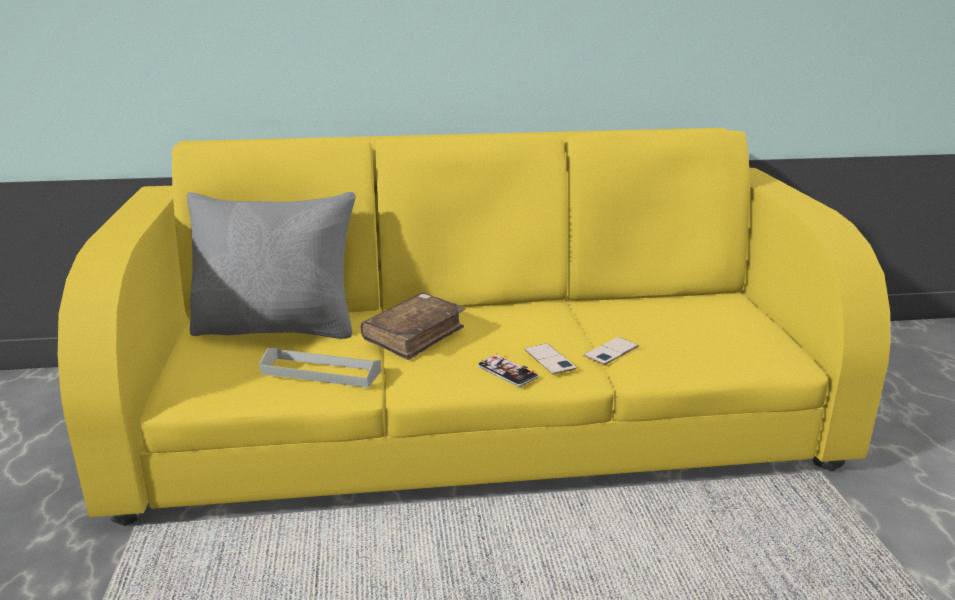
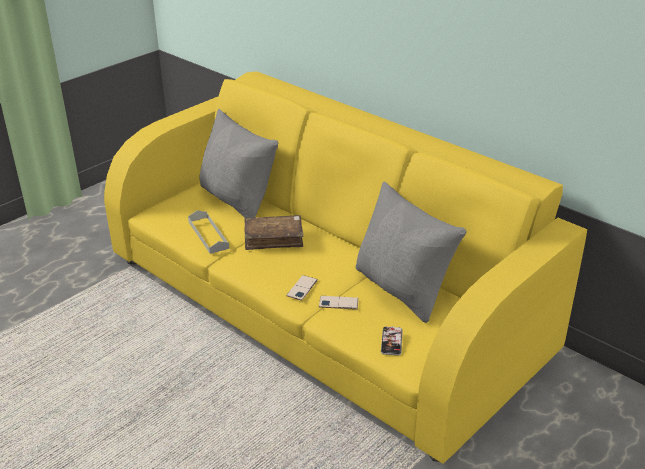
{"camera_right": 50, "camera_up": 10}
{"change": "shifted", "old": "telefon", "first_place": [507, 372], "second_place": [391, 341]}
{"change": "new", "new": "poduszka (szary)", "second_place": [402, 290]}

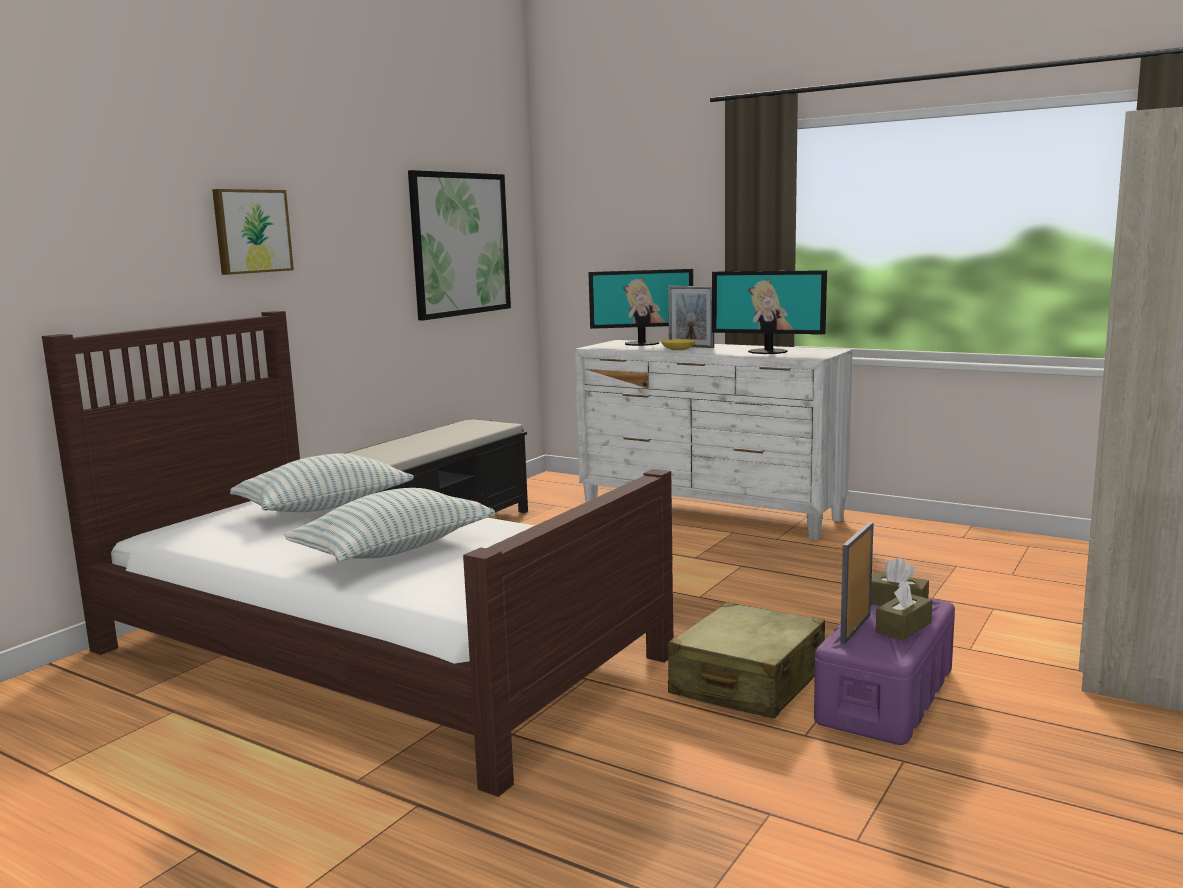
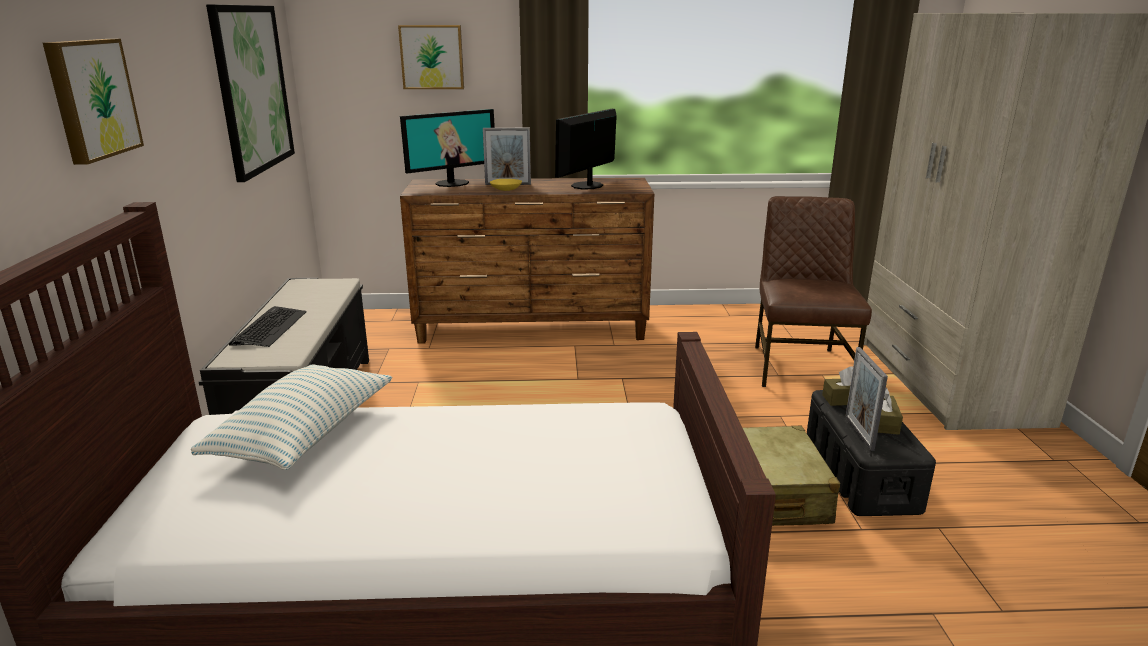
{"camera_right": -35, "camera_up": 10}
{"change": "rotated", "old": "monitor", "first_place": [768, 351], "second_place": [587, 186], "degrees": 135}
{"change": "repainted", "old": "komoda (biały)", "new": "komoda (brązowy)", "first_place": [710, 513], "second_place": [532, 329]}
{"change": "gone", "old": "poduszka", "first_place": [394, 550]}
{"change": "repainted", "old": "pojemnik do przechowywania (fioletowy)", "new": "pojemnik do przechowywania (czarny)", "first_place": [885, 696], "second_place": [860, 474]}
{"change": "new", "new": "obraz", "second_place": [432, 57]}
{"change": "new", "new": "krzesło (brązowy)", "second_place": [800, 366]}
{"change": "new", "new": "klawiatura", "second_place": [269, 328]}

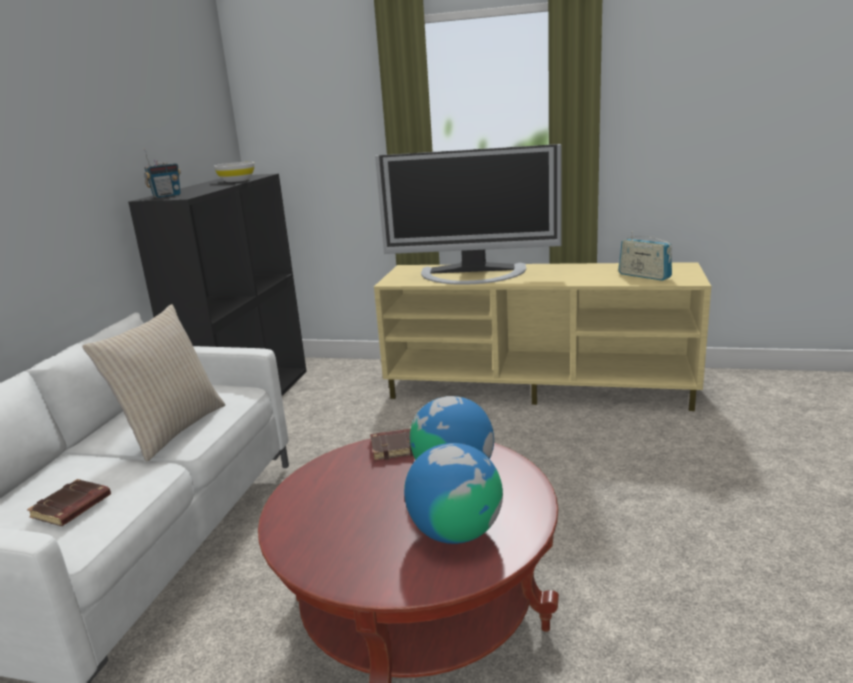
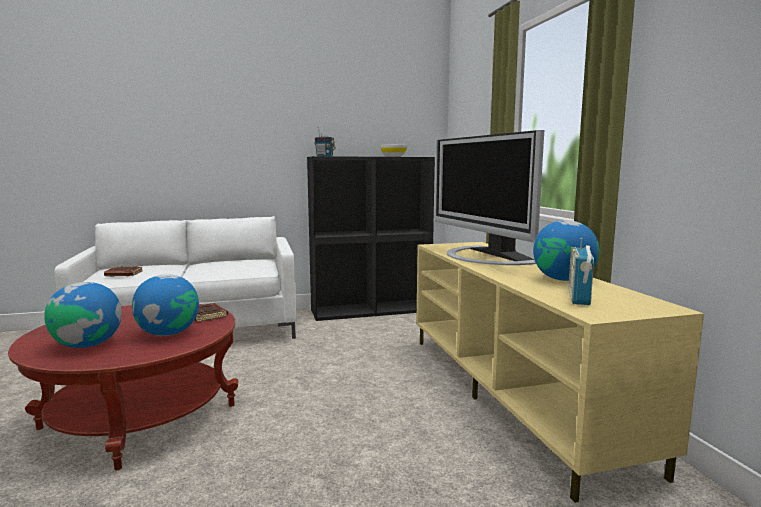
{"camera_right": 60, "camera_up": -10}
{"change": "gone", "old": "poduszka (beżowy)", "first_place": [171, 430]}
{"change": "new", "new": "globus", "second_place": [563, 279]}

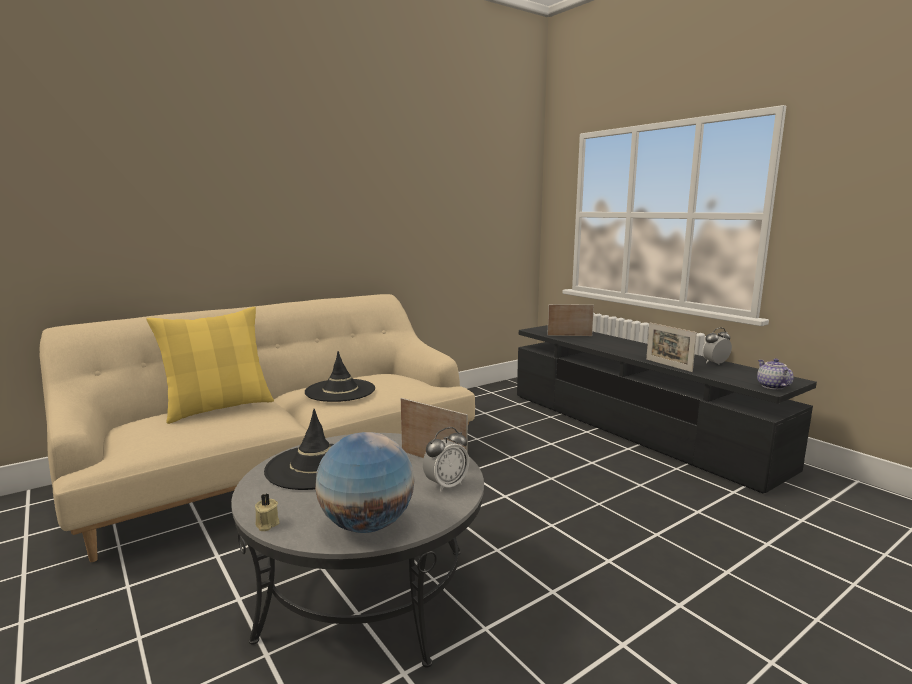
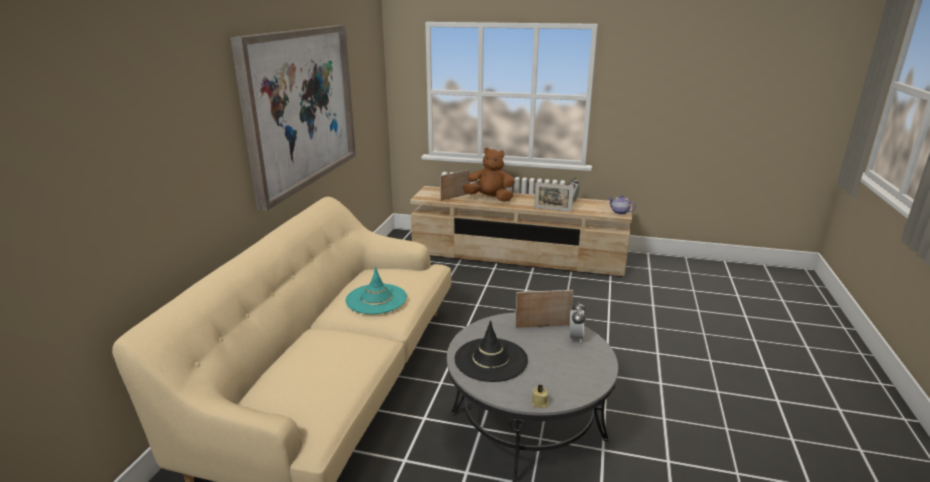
{"camera_right": -40, "camera_up": 10}
{"change": "gone", "old": "poduszka (żółty)", "first_place": [218, 408]}
{"change": "repainted", "old": "szafka pod telewizor (czarny)", "new": "szafka pod telewizor (beżowy)", "first_place": [635, 429], "second_place": [517, 256]}
{"change": "repainted", "old": "kapelusz (czarny)", "new": "kapelusz (turkusowy)", "first_place": [340, 391], "second_place": [376, 299]}
{"change": "gone", "old": "globus", "first_place": [366, 525]}
{"change": "new", "new": "obraz", "second_place": [301, 108]}
{"change": "new", "new": "pluszak (brązowy)", "second_place": [490, 198]}

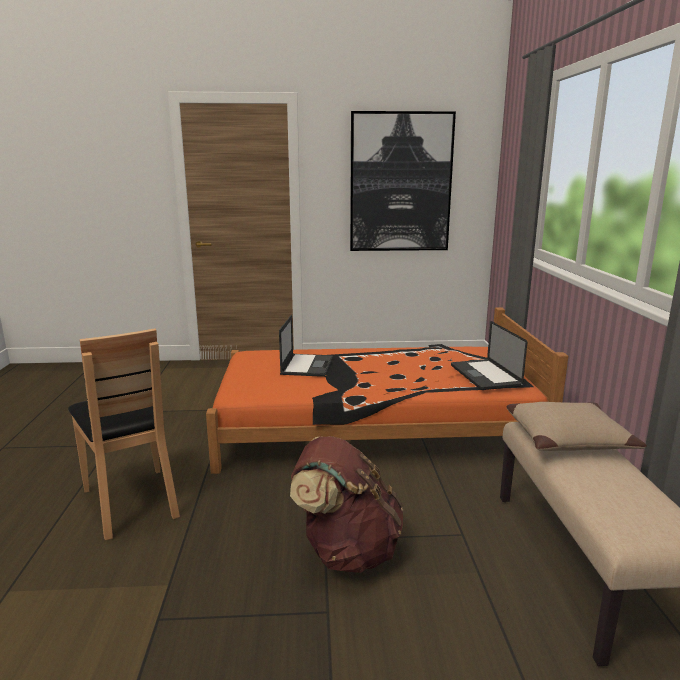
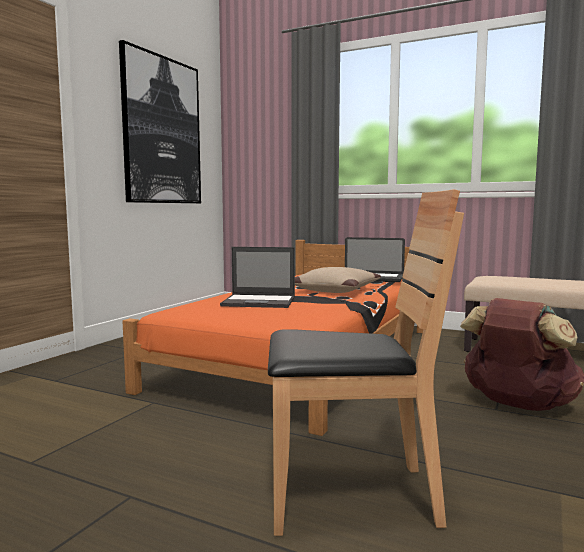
{"camera_right": -60, "camera_up": -10}
{"change": "rotated", "old": "laptop", "first_place": [307, 365], "second_place": [260, 302], "degrees": 150}
{"change": "shifted", "old": "poduszka (beżowy)", "first_place": [567, 438], "second_place": [335, 290]}

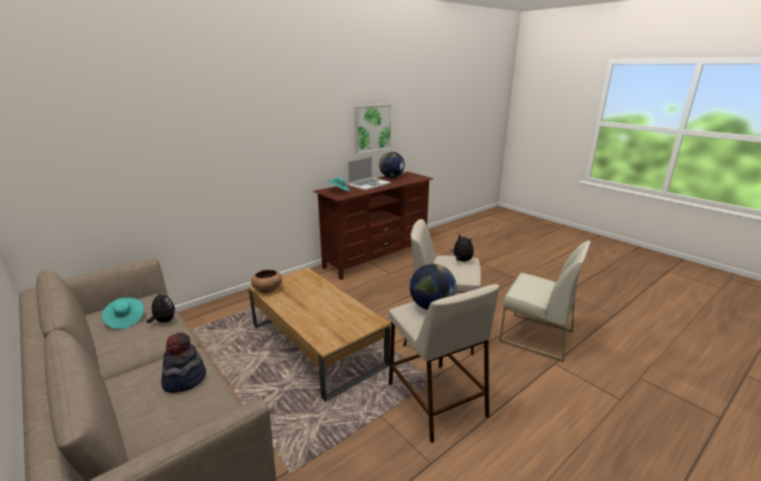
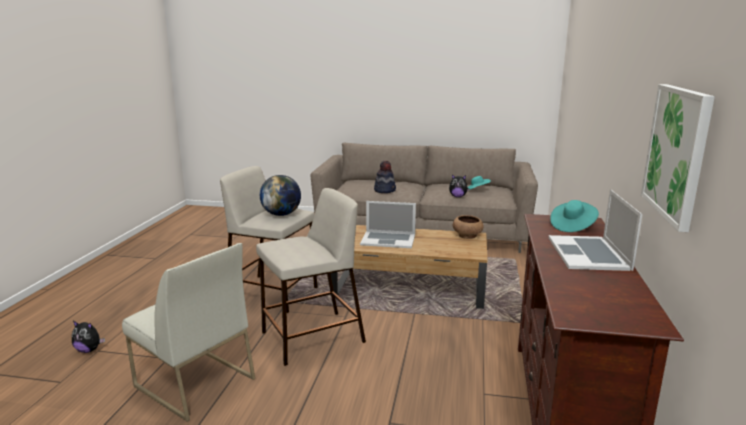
{"camera_right": 140, "camera_up": -5}
{"change": "gone", "old": "globus", "first_place": [391, 177]}
{"change": "shifted", "old": "pluszak", "first_place": [461, 261], "second_place": [89, 350]}
{"change": "rotated", "old": "krzesło (biały)", "first_place": [535, 336], "second_place": [193, 382], "degrees": -135}
{"change": "new", "new": "laptop", "second_place": [388, 240]}

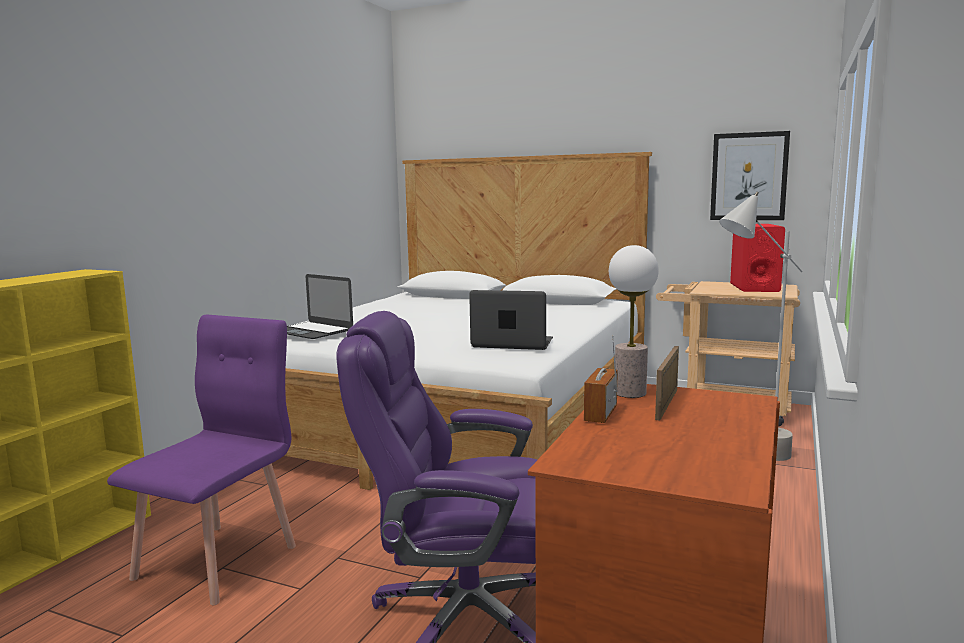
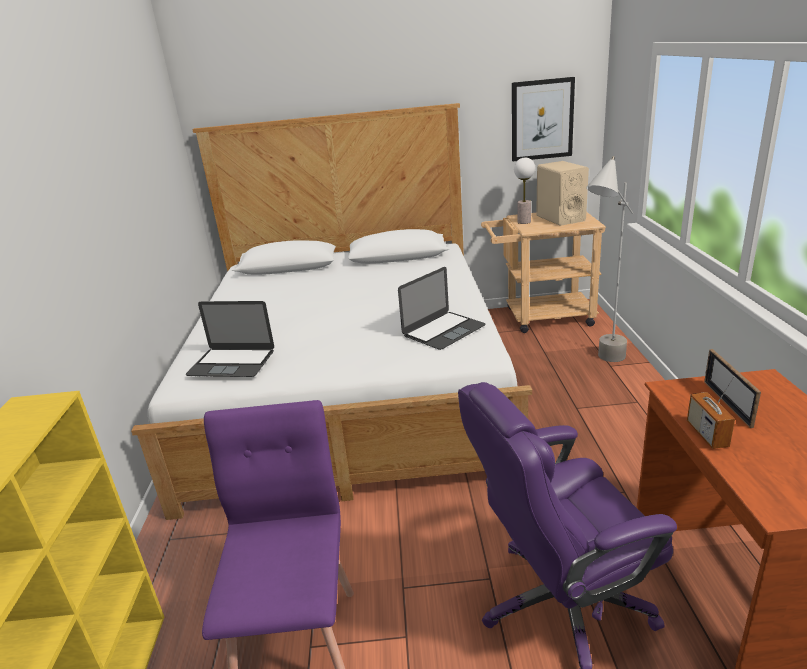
{"camera_right": -25, "camera_up": 15}
{"change": "repainted", "old": "głośnik (czerwony)", "new": "głośnik (beżowy)", "first_place": [754, 288], "second_place": [560, 218]}
{"change": "shifted", "old": "lampa stołowa", "first_place": [630, 393], "second_place": [524, 222]}
{"change": "rotated", "old": "laptop", "first_place": [512, 343], "second_place": [443, 330], "degrees": 150}

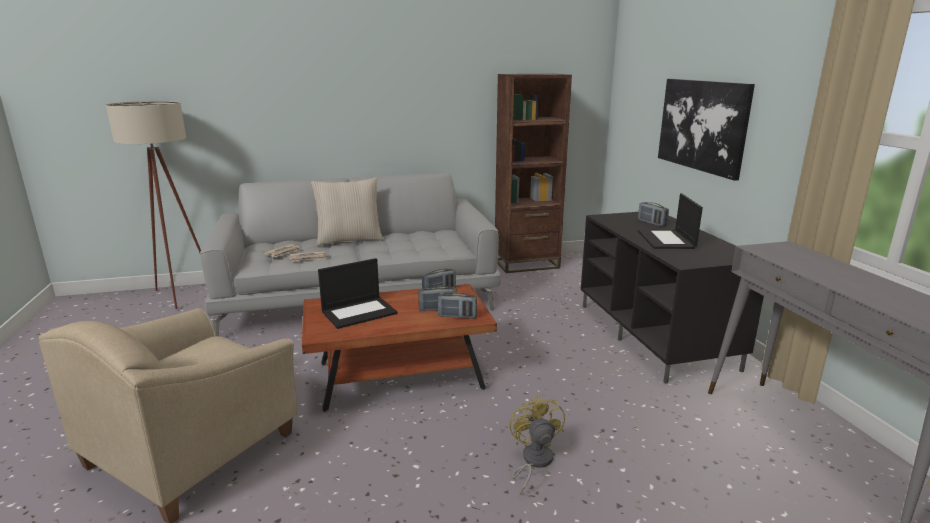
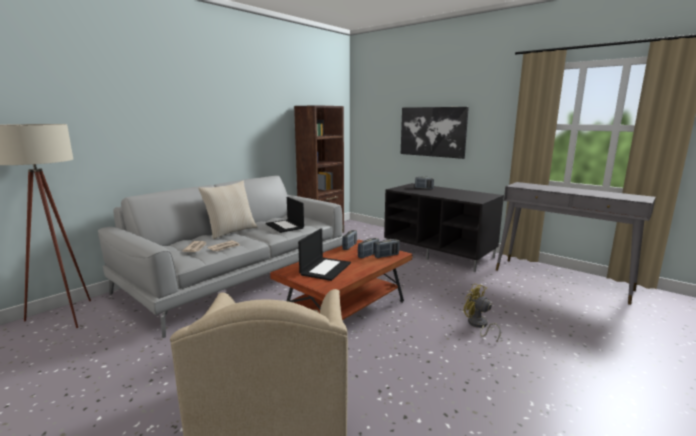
{"camera_right": -35, "camera_up": -5}
{"change": "shifted", "old": "laptop", "first_place": [666, 240], "second_place": [285, 226]}

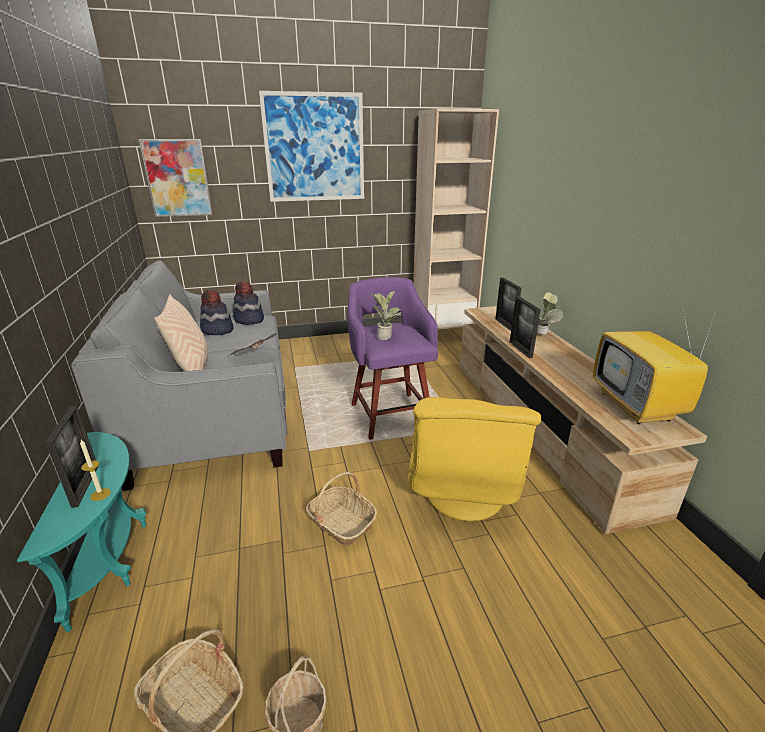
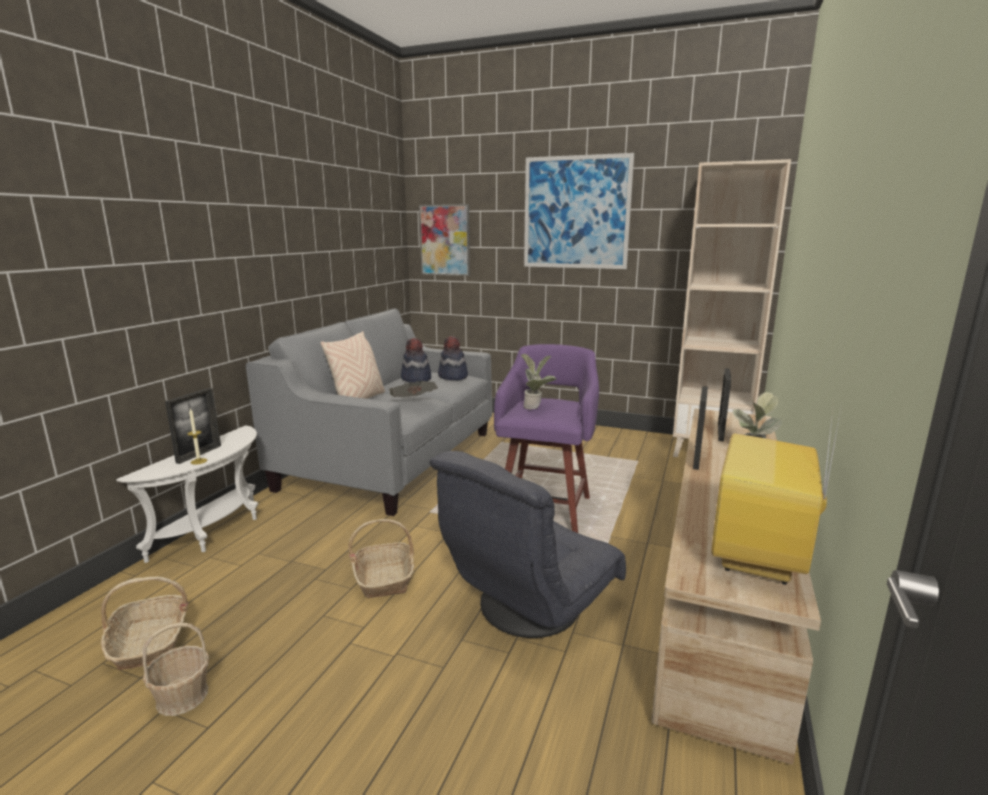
{"camera_right": 35, "camera_up": -10}
{"change": "repainted", "old": "fotel (żółty)", "new": "fotel (szary)", "first_place": [461, 493], "second_place": [527, 605]}
{"change": "repainted", "old": "stolik (turkusowy)", "new": "stolik (biały)", "first_place": [114, 557], "second_place": [216, 531]}

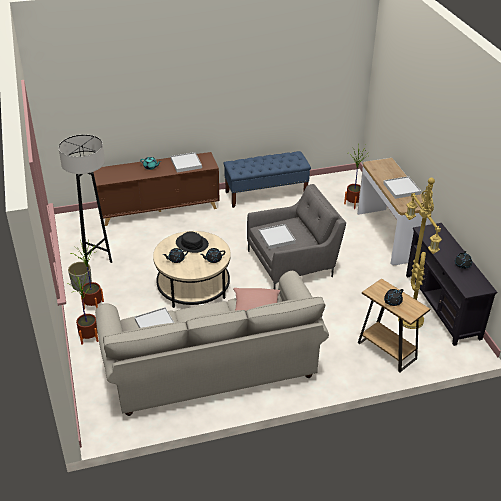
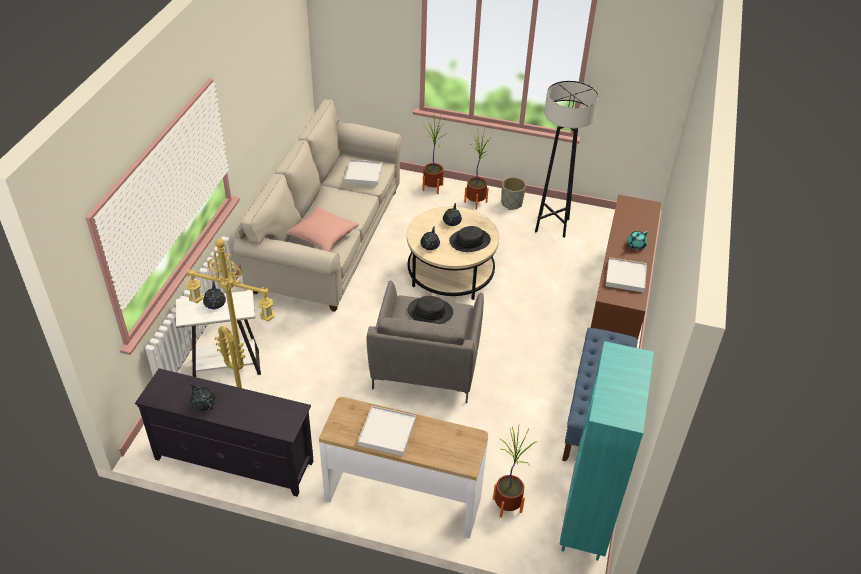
{"camera_right": 120, "camera_up": 5}
{"change": "swapped", "old": "taca (biały)", "new": "kapelusz (czarny)", "first_place": [277, 238], "second_place": [430, 312]}
{"change": "repainted", "old": "stolik (brązowy)", "new": "stolik (biały)", "first_place": [387, 351], "second_place": [226, 367]}
{"change": "new", "new": "regał (turkusowy)", "second_place": [586, 524]}

